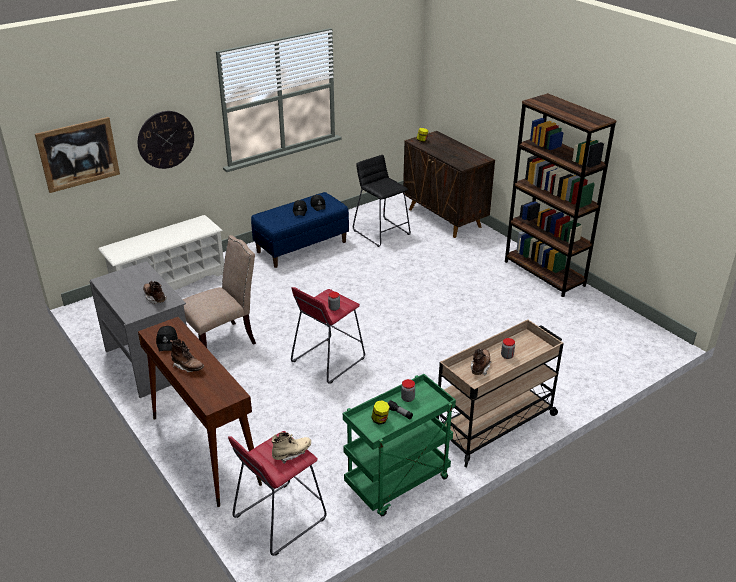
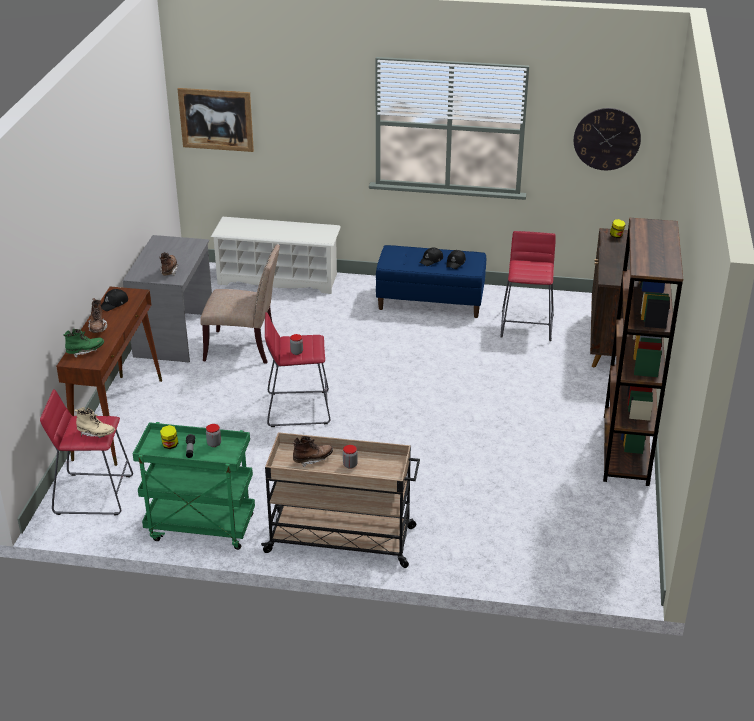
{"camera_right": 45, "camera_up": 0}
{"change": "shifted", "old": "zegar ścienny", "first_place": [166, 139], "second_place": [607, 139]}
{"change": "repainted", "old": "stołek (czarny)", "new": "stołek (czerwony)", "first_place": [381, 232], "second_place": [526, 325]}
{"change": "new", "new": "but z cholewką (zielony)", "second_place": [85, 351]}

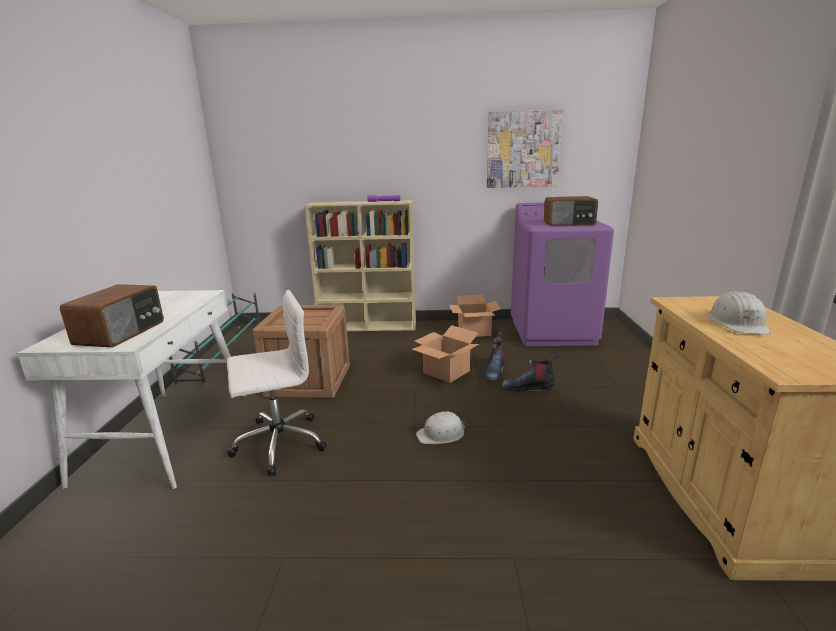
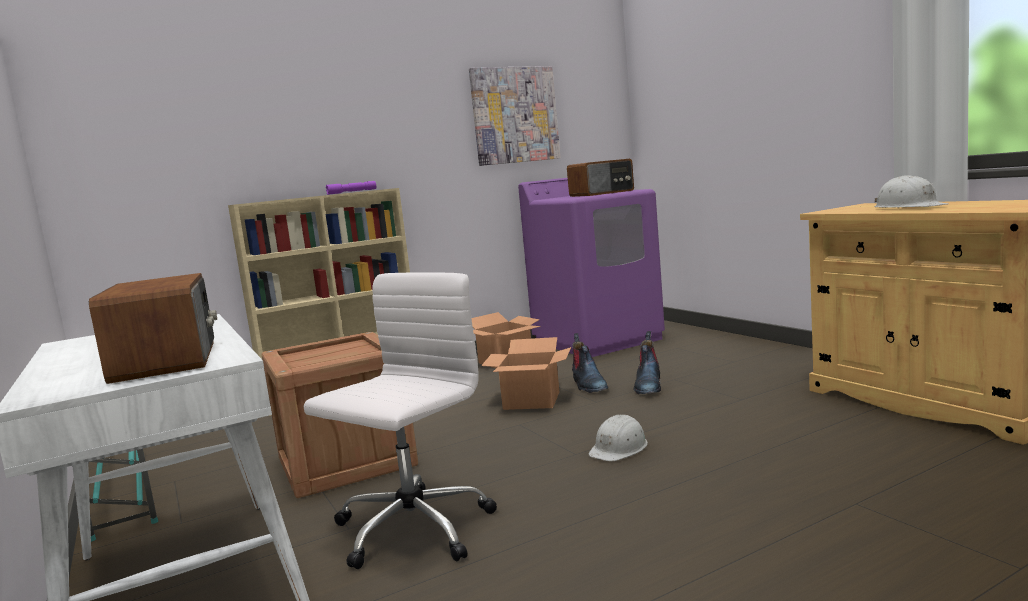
{"camera_right": -30, "camera_up": -10}
{"change": "rotated", "old": "but z cholewką", "first_place": [528, 387], "second_place": [648, 386], "degrees": -45}

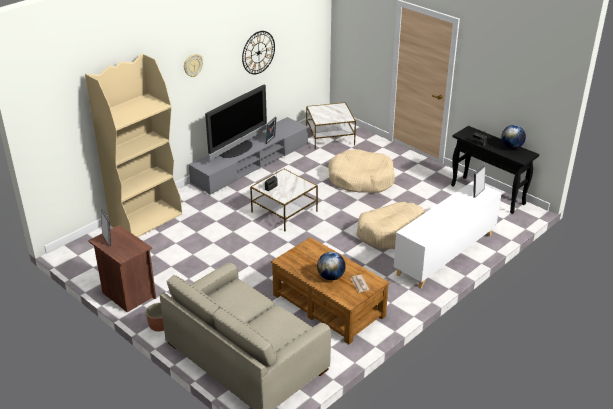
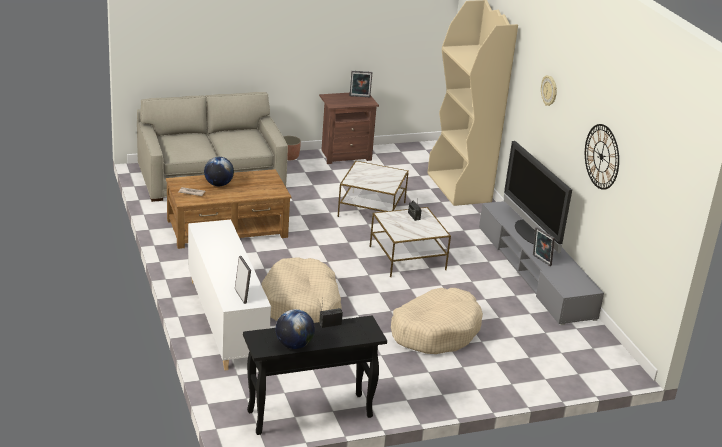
{"camera_right": 115, "camera_up": -5}
{"change": "shifted", "old": "stolik", "first_place": [330, 137], "second_place": [372, 209]}

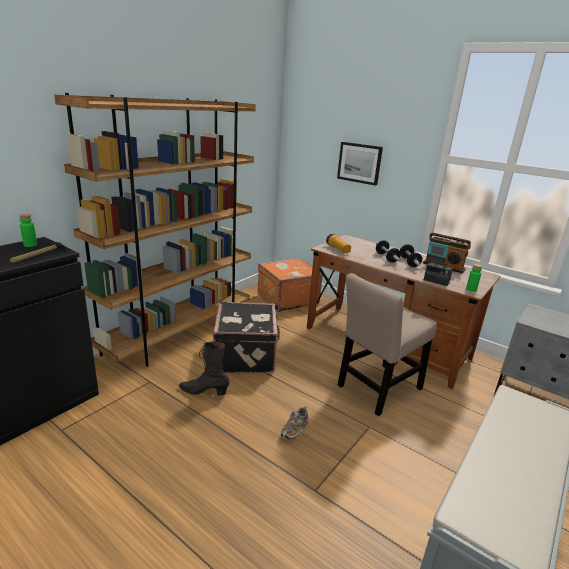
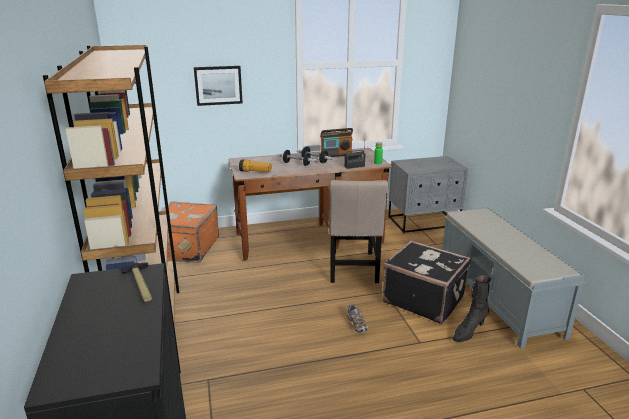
{"camera_right": -50, "camera_up": 0}
{"change": "gone", "old": "butelka (zielony)", "first_place": [30, 245]}
{"change": "shifted", "old": "walizka (czarny)", "first_place": [246, 355], "second_place": [423, 299]}
{"change": "shifted", "old": "but z cholewką (czarny)", "first_place": [204, 391], "second_place": [468, 331]}

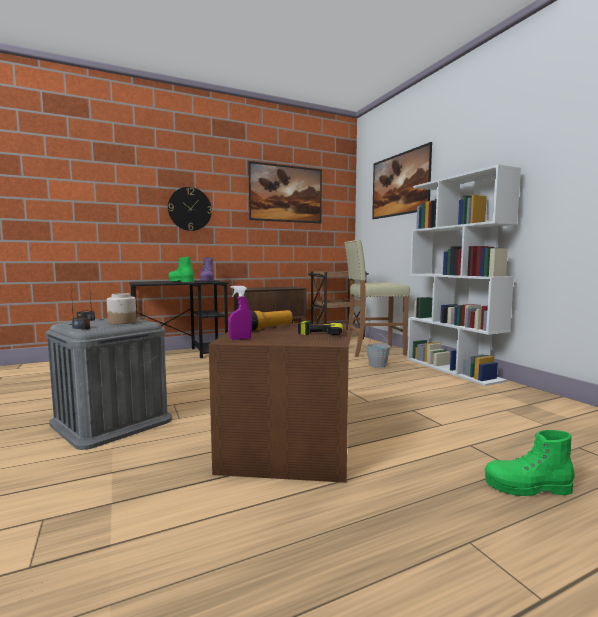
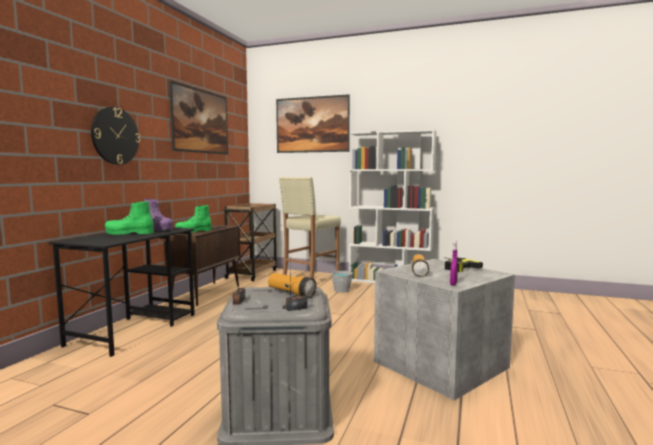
{"camera_right": -45, "camera_up": 0}
{"change": "swapped", "old": "słoik", "new": "latarka", "first_place": [122, 322], "second_place": [291, 293]}
{"change": "repainted", "old": "pojemnik do przechowywania (brązowy)", "new": "pojemnik do przechowywania (szary)", "first_place": [288, 447], "second_place": [443, 364]}
{"change": "shifted", "old": "but z cholewką (zielony)", "first_place": [527, 488], "second_place": [194, 231]}

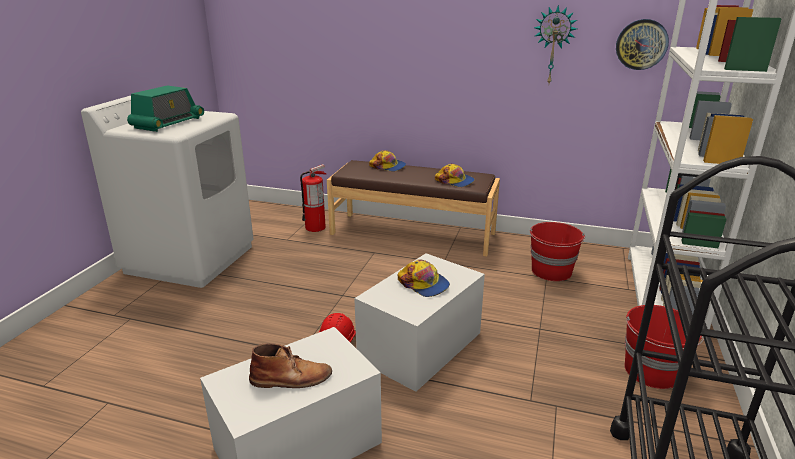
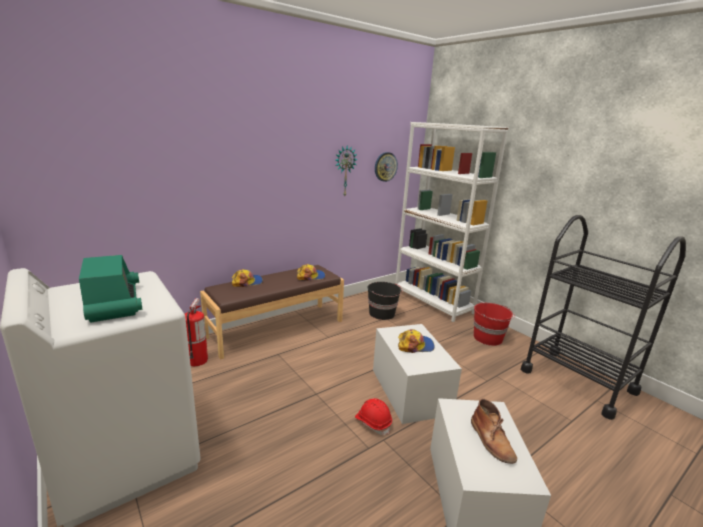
{"camera_right": -55, "camera_up": -5}
{"change": "repainted", "old": "wiadro (czerwony)", "new": "wiadro (czarny)", "first_place": [551, 271], "second_place": [382, 314]}
{"change": "rotated", "old": "but z cholewką (brązowy)", "first_place": [292, 378], "second_place": [491, 440], "degrees": 135}

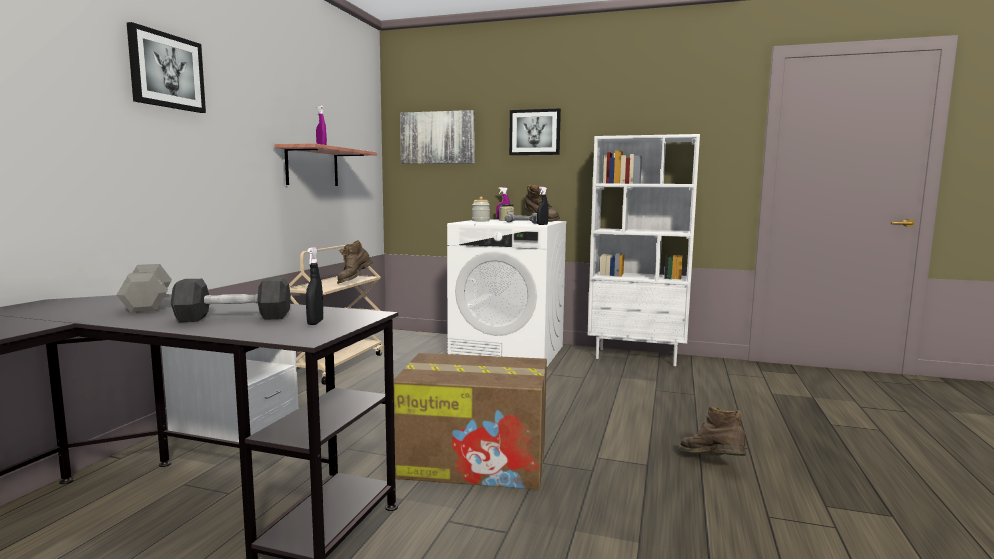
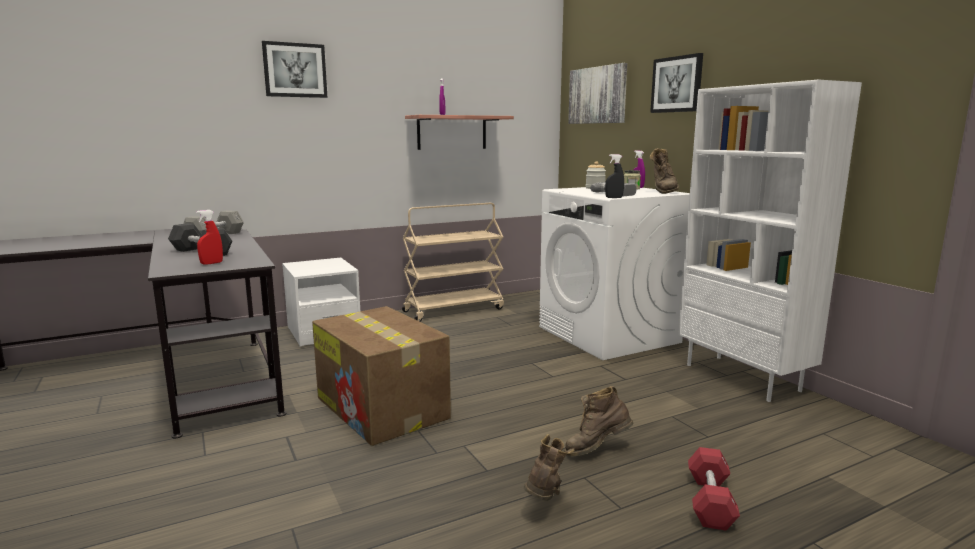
{"camera_right": 45, "camera_up": 5}
{"change": "shifted", "old": "but z cholewką (brązowy)", "first_place": [354, 281], "second_place": [596, 449]}
{"change": "repainted", "old": "spryskiwacz (czarny)", "new": "spryskiwacz (czerwony)", "first_place": [315, 323], "second_place": [211, 263]}
{"change": "new", "new": "hantel (czerwony)", "second_place": [710, 501]}

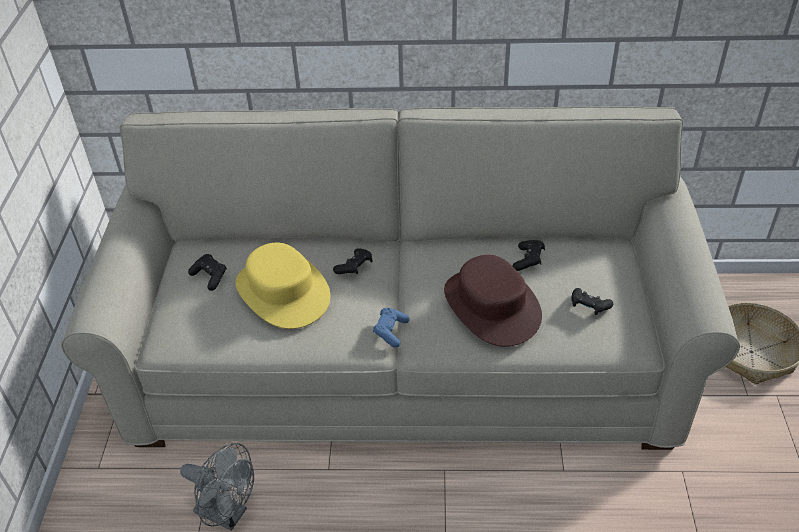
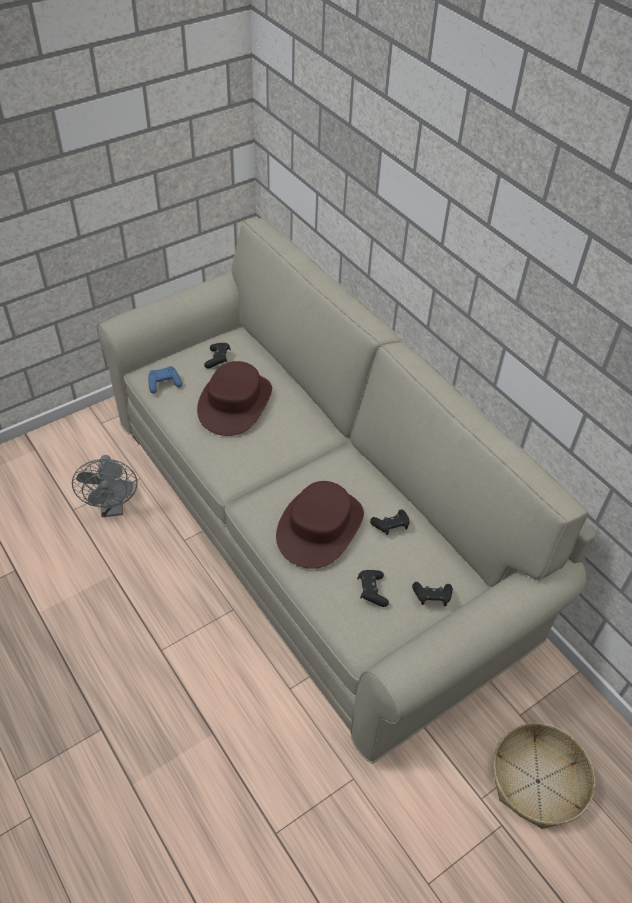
{"camera_right": 50, "camera_up": 5}
{"change": "repainted", "old": "kapelusz (żółty)", "new": "kapelusz (brązowy)", "first_place": [282, 292], "second_place": [235, 403]}
{"change": "shifted", "old": "pad do gier (czarny)", "first_place": [355, 268], "second_place": [432, 597]}
{"change": "shifted", "old": "pad do gier (niebieski)", "first_place": [390, 332], "second_place": [164, 384]}

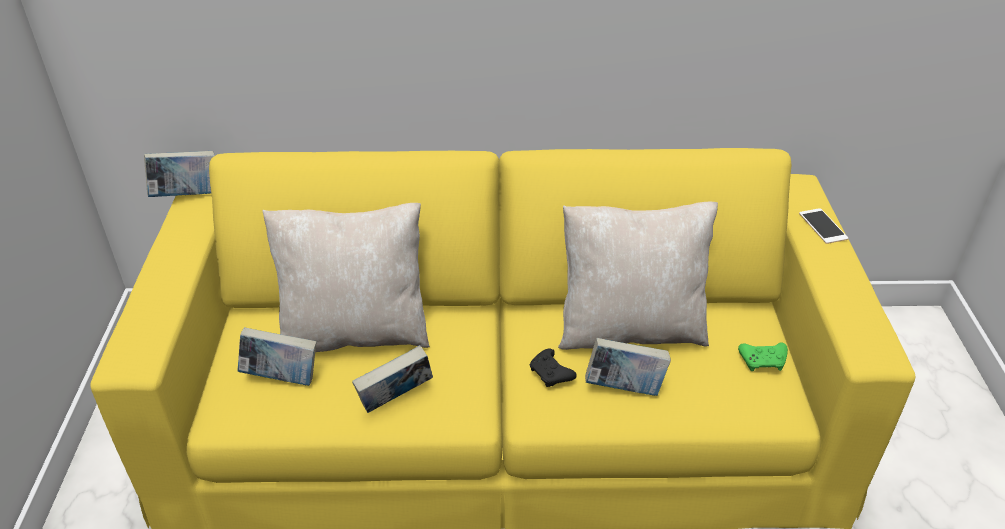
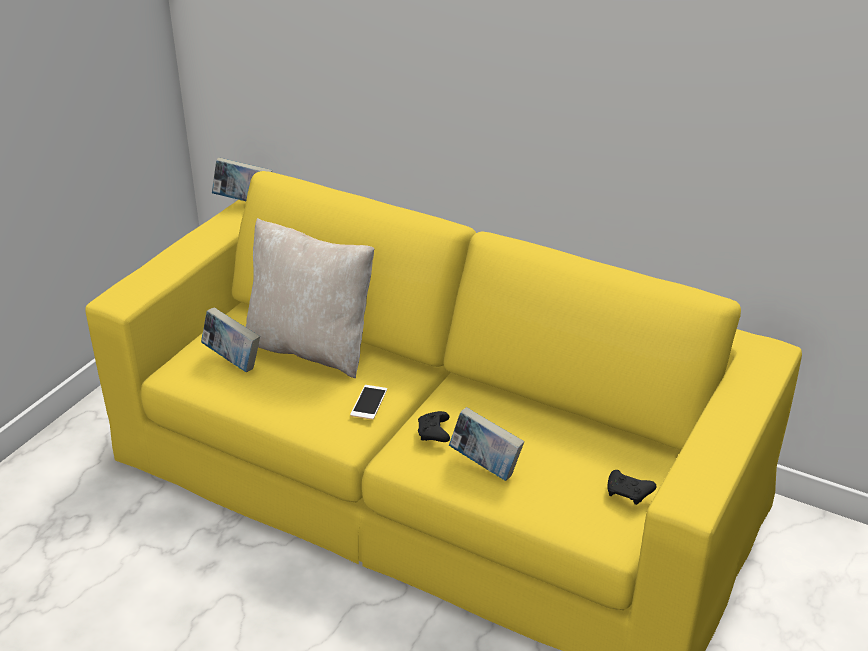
{"camera_right": 30, "camera_up": -5}
{"change": "gone", "old": "poduszka (beżowy)", "first_place": [630, 328]}
{"change": "shifted", "old": "telefon", "first_place": [823, 226], "second_place": [369, 402]}
{"change": "repainted", "old": "pad do gier (zielony)", "new": "pad do gier (czarny)", "first_place": [763, 361], "second_place": [629, 493]}
{"change": "gone", "old": "książka", "first_place": [396, 400]}

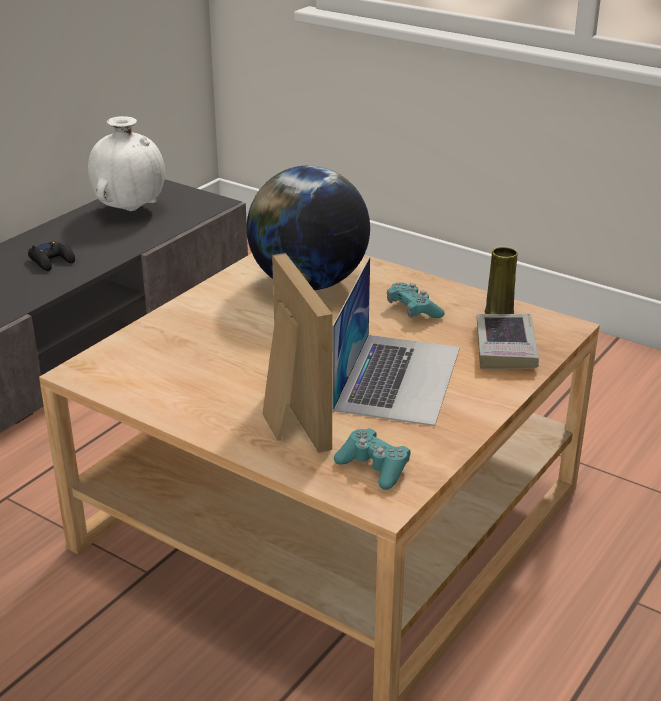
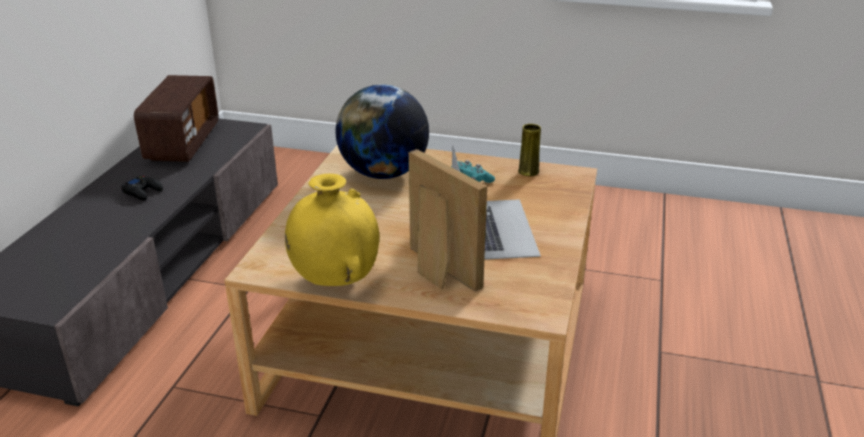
{"camera_right": -20, "camera_up": 0}
{"change": "swapped", "old": "wazon (biały)", "new": "radio", "first_place": [130, 210], "second_place": [183, 143]}
{"change": "gone", "old": "książka", "first_place": [505, 347]}
{"change": "gone", "old": "pad do gier (turkusowy)", "first_place": [374, 467]}
{"change": "new", "new": "wazon (żółty)", "second_place": [335, 280]}

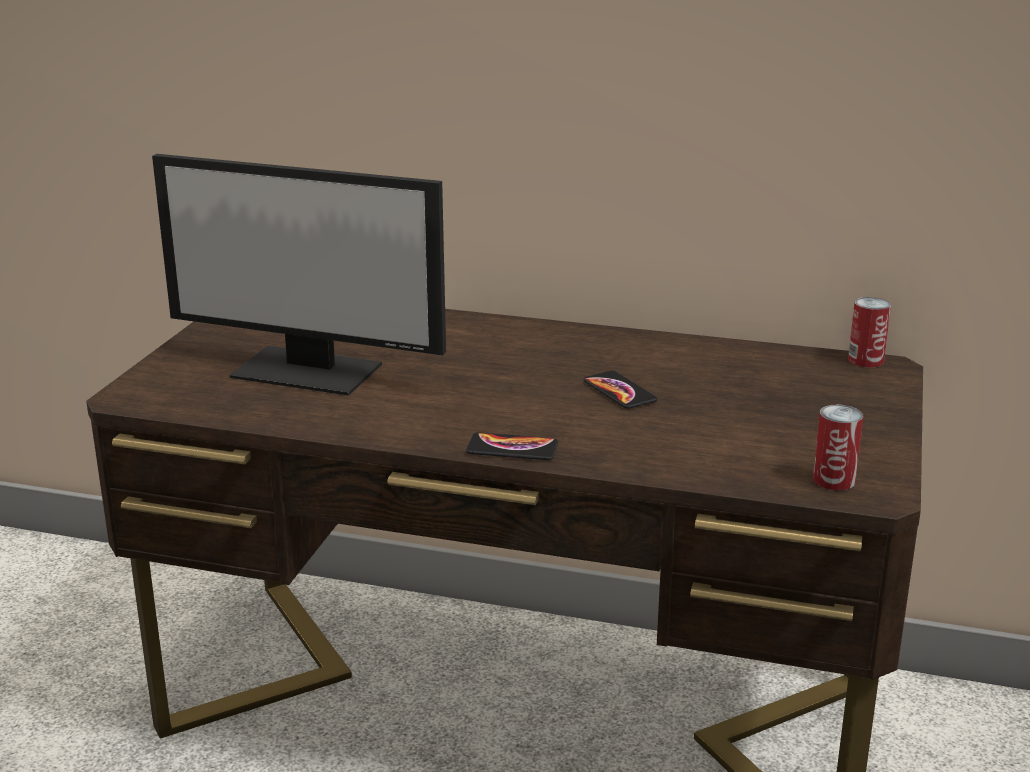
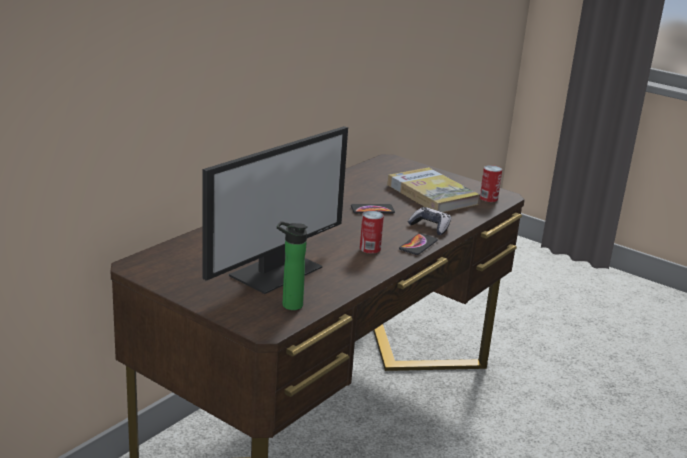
{"camera_right": -70, "camera_up": 0}
{"change": "shifted", "old": "puszka", "first_place": [865, 360], "second_place": [370, 248]}
{"change": "new", "new": "książka", "second_place": [431, 194]}
{"change": "new", "new": "pad do gier", "second_place": [430, 227]}
{"change": "new", "new": "butelka", "second_place": [289, 305]}

